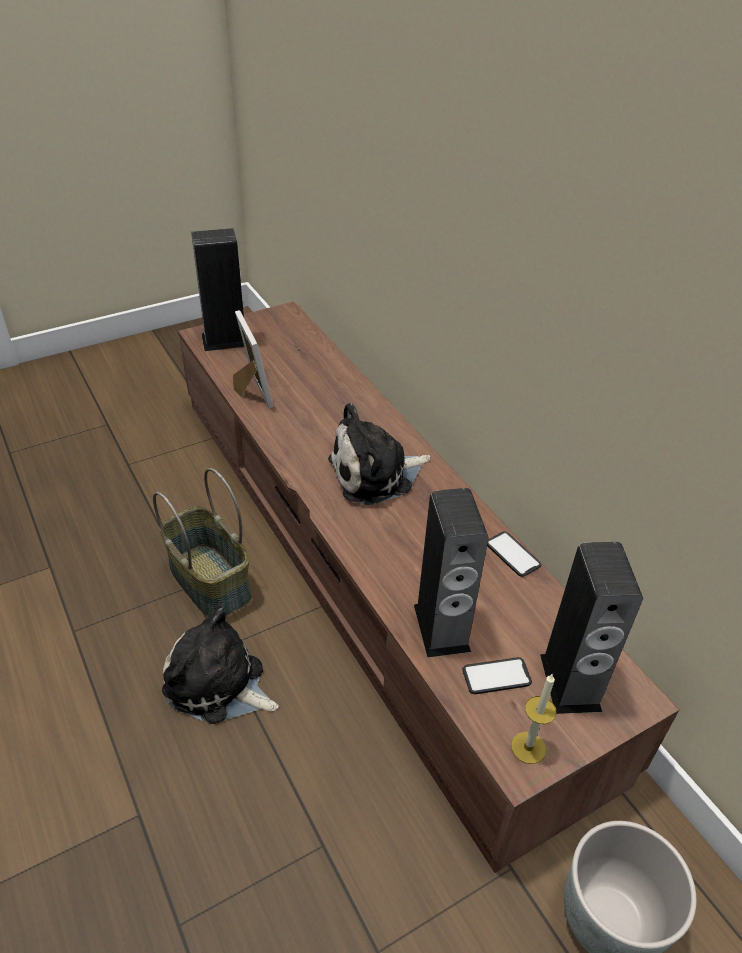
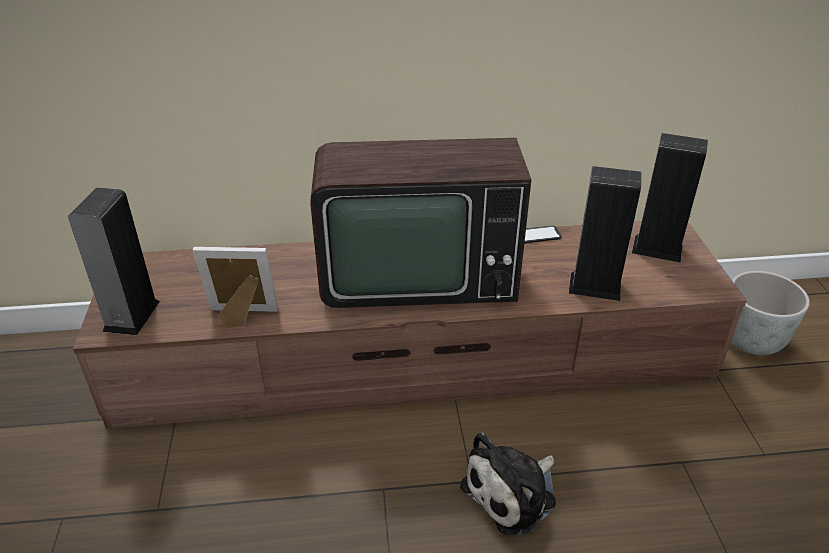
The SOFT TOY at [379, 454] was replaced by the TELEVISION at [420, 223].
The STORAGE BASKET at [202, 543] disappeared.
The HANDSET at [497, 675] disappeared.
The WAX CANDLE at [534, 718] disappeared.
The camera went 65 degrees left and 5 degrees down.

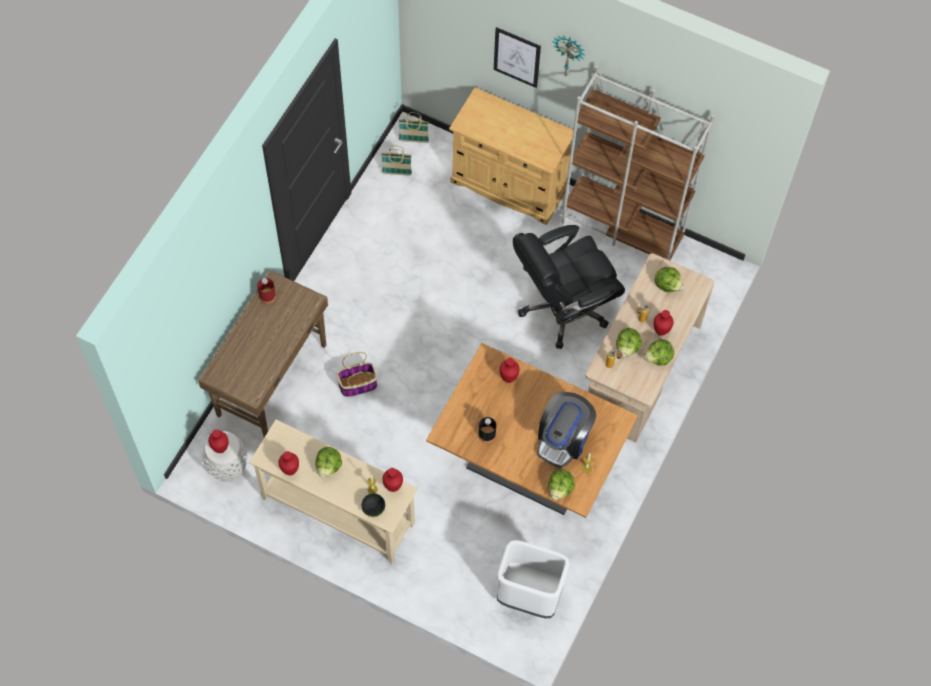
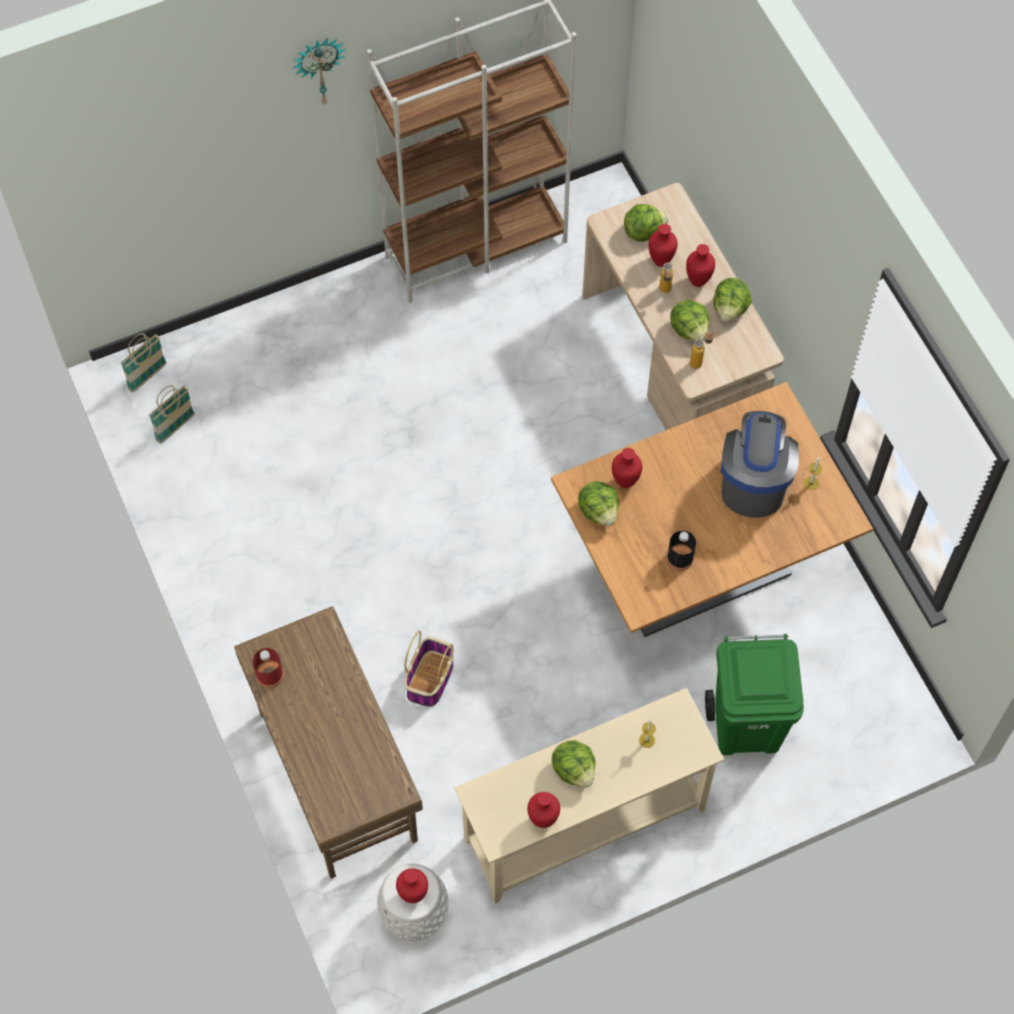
The WALL ART at [517, 57] disappeared.
The SAND-COLOURED STORAGE CABINET at [513, 156] disappeared.
The BLACK-COLOURED COMPUTER CHAIR at [569, 287] disappeared.
The COFFEE BREWER at [566, 430] turned 150 degrees counterclockwise.
The RED VASE moved from [393, 480] to [663, 245].
The HEAD OF LETTUCE moved from [561, 484] to [598, 503].
The BLACK-COLOURED BOWL at [373, 505] disappeared.
The WHITE-COLOURED RUBBISH BIN at [533, 579] disappeared.
The GREEN RUBBISH BIN at [754, 694] appeared.
The camera went 50 degrees left and 0 degrees up.

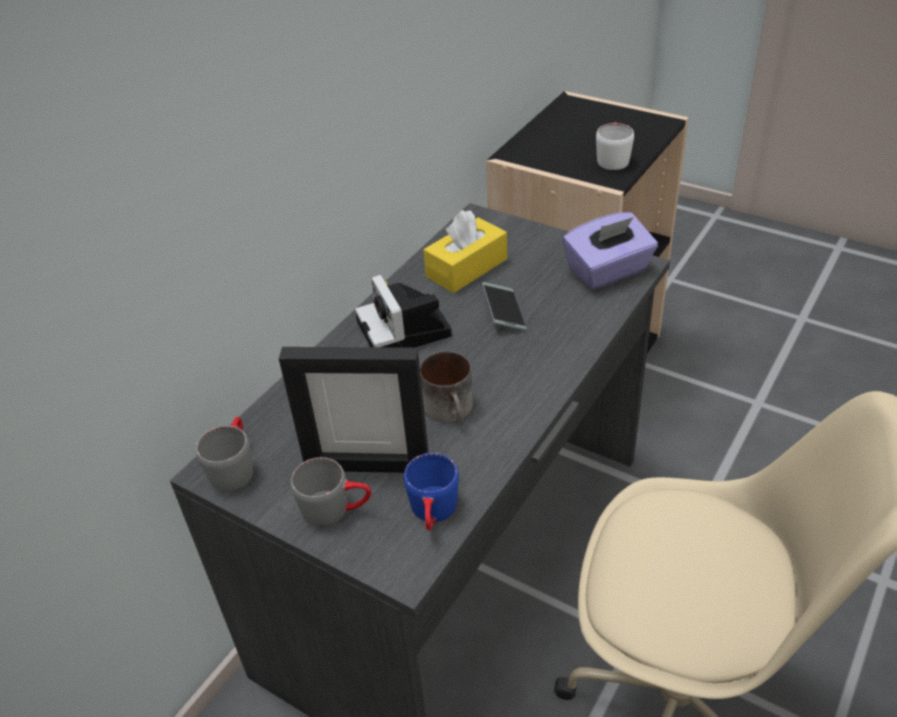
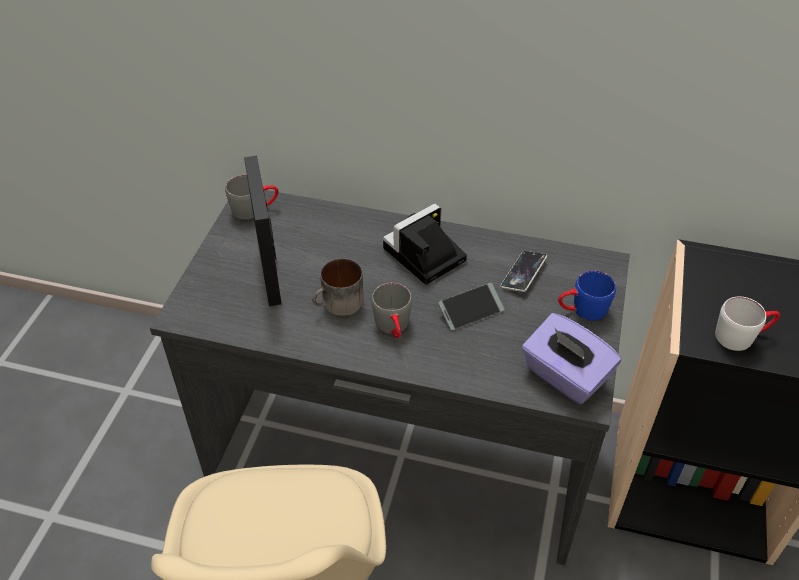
The YELLOW BOX OF TISSUES at [465, 251] was replaced by the HANDSET at [524, 271].
The BLUISH TEA MUG moved from [431, 492] to [587, 295].
The GRAY TEA MUG moved from [331, 491] to [391, 311].
The camera went 70 degrees right and 5 degrees up.

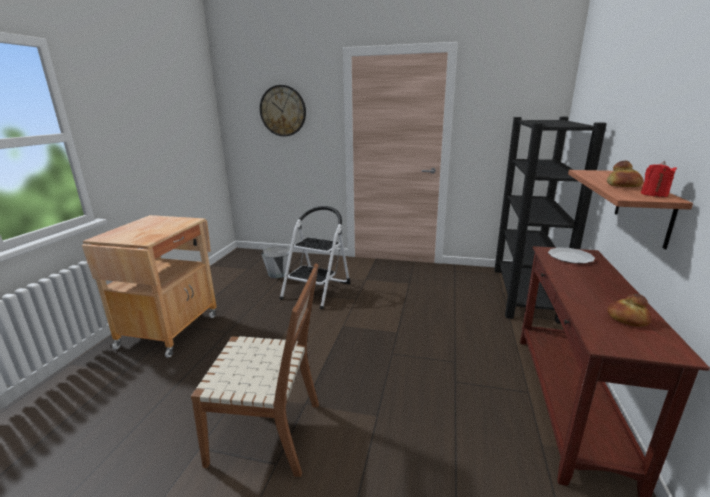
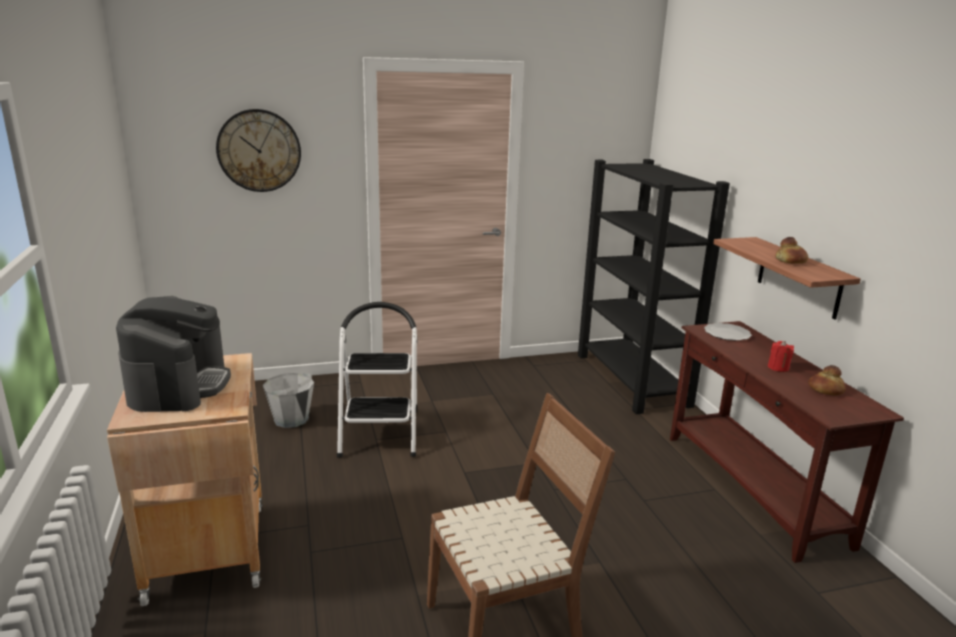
The RED WAX CANDLE moved from [659, 179] to [781, 356].
The COFFEE BREWER at [173, 354] appeared.
The camera went 30 degrees left and 0 degrees up.

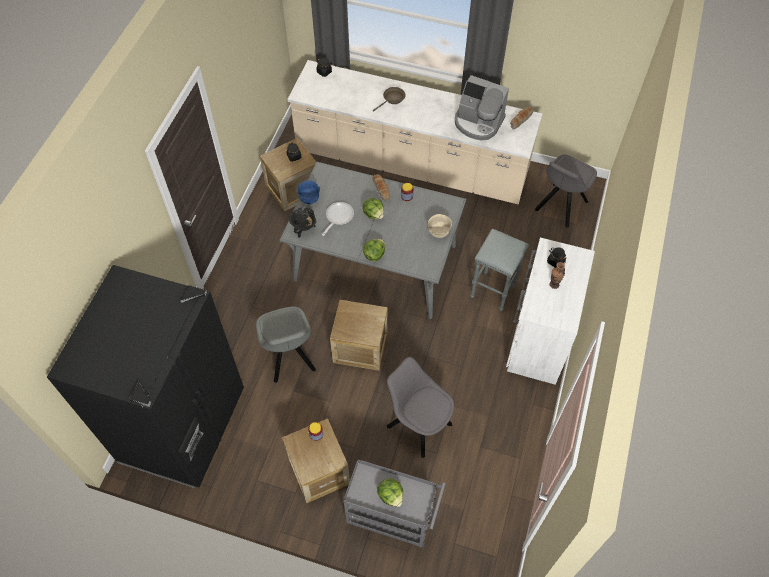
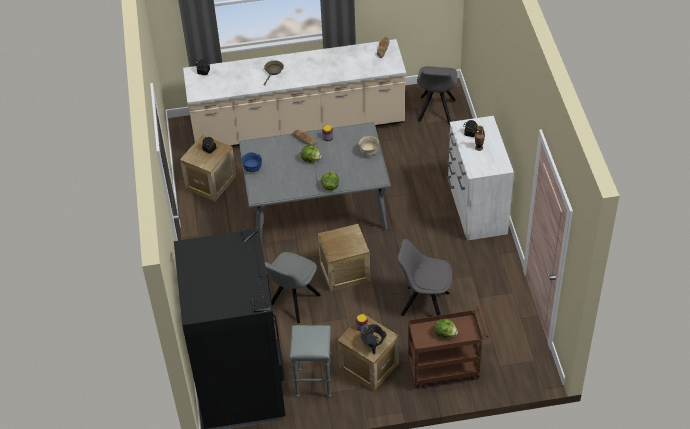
The COFFEE BREWER at [482, 108] disappeared.
The PAN at [338, 219] disappeared.
The BLACK-COLOURED COOKING POT moved from [303, 222] to [374, 339].
The GRAY SITTING STOOL moved from [499, 270] to [311, 361].
The GRAY PLAIN CHAIR at [286, 344] turned 75 degrees clockwise.
The GRAY TROLLEY at [394, 503] became the BROWN-COLOURED TROLLEY at [448, 347].
The camera went 25 degrees left and 10 degrees down.

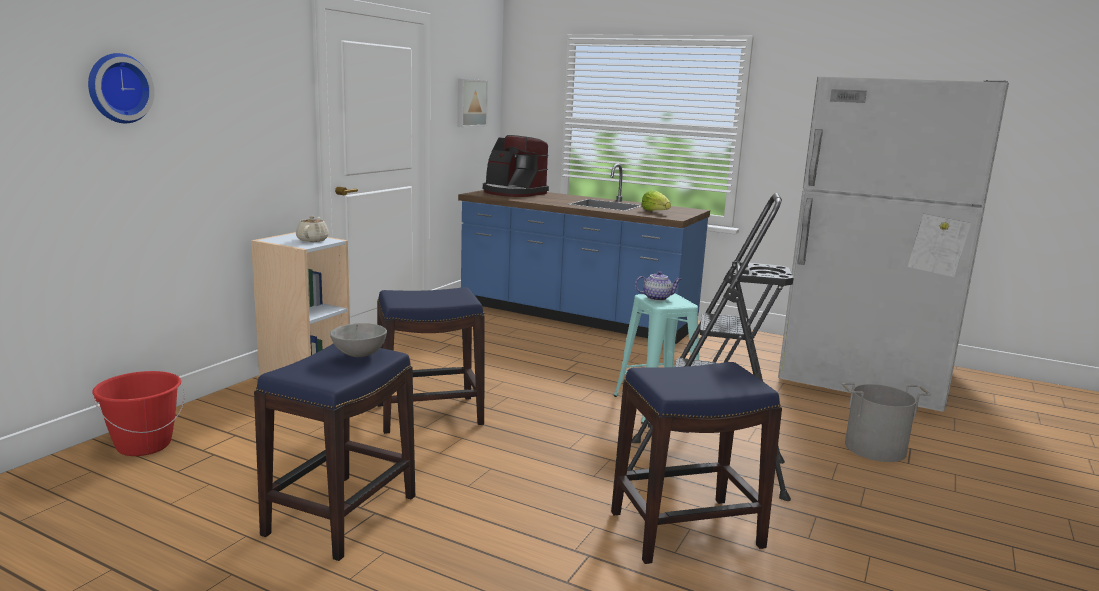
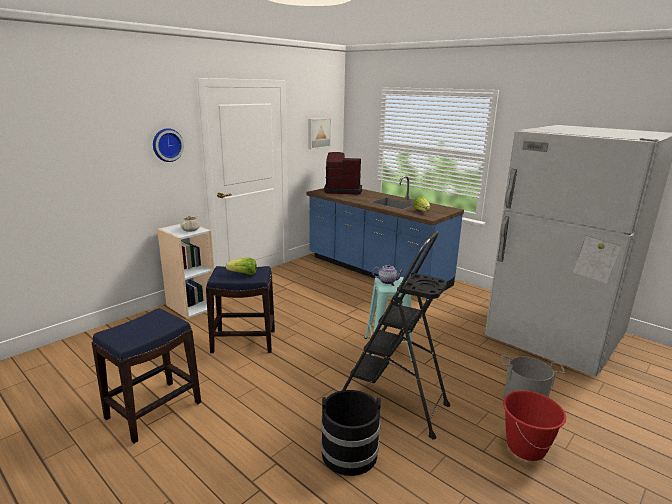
The HANGING CLOCK moved from [121, 88] to [168, 145].
The COFFEE BREWER at [516, 166] turned 135 degrees clockwise.
The GRAY BOWL at [358, 340] disappeared.
The SITTING STOOL at [696, 463] was replaced by the BLACK-COLOURED BUCKET at [351, 433].
The RED BUCKET moved from [138, 413] to [534, 425].
The HEAD OF LETTUCE at [241, 266] appeared.
The camera went 15 degrees right and 5 degrees up.

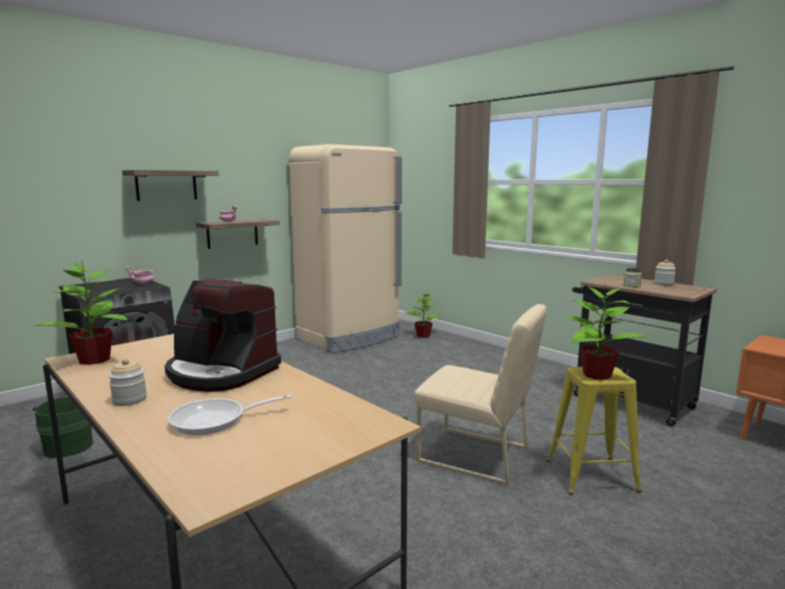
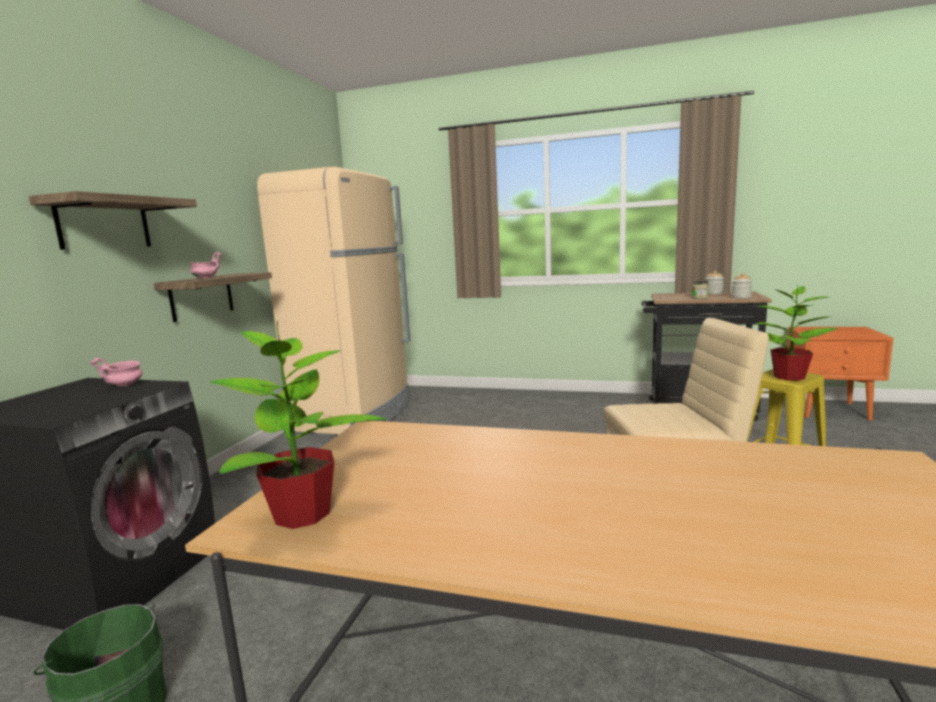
The COFFEE BREWER at [223, 335] disappeared.
The PLANT IN A POT at [423, 315] disappeared.
The STORAGE JAR moved from [127, 382] to [741, 286].
The PAN at [230, 415] disappeared.
The camera went 30 degrees left and 0 degrees up.

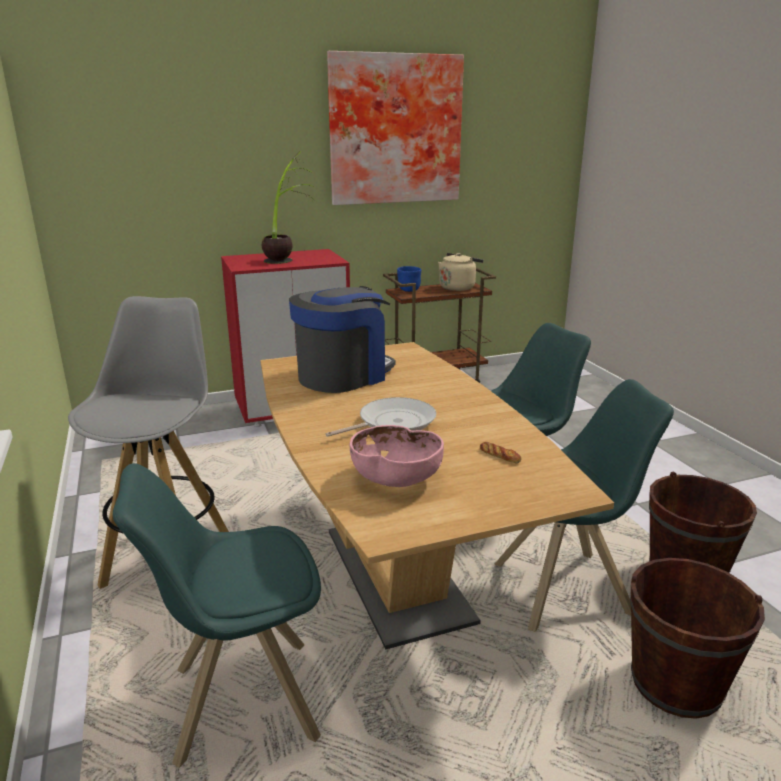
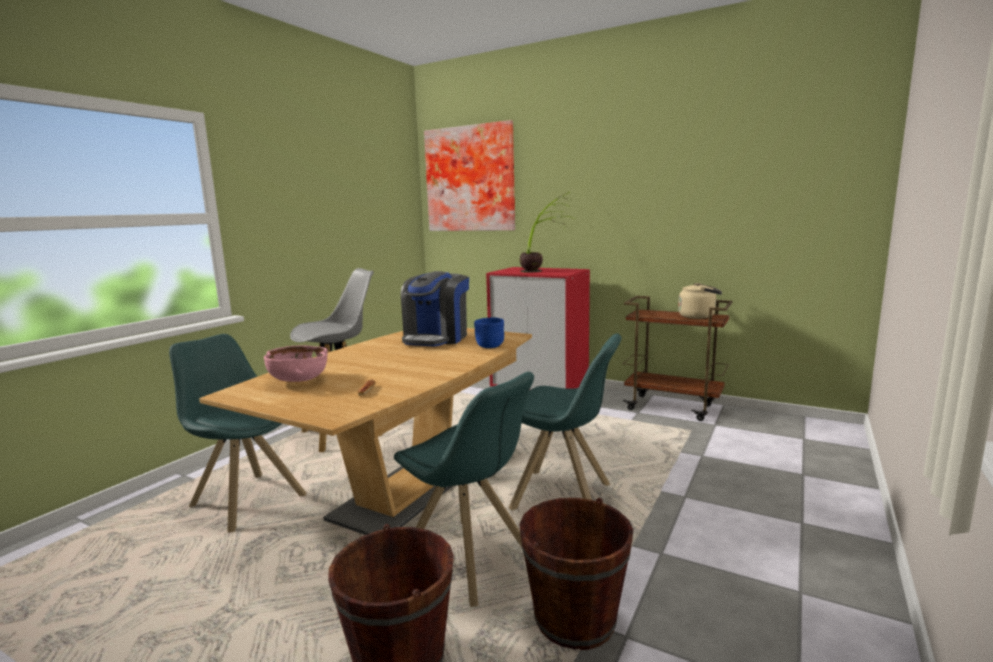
The WALL ART moved from [395, 128] to [469, 175].
The BLUISH BOWL moved from [409, 279] to [489, 332].
The COFFEE BREWER at [342, 339] turned 105 degrees clockwise.
The PAN at [381, 417] disappeared.
The camera went 50 degrees right and 10 degrees down.

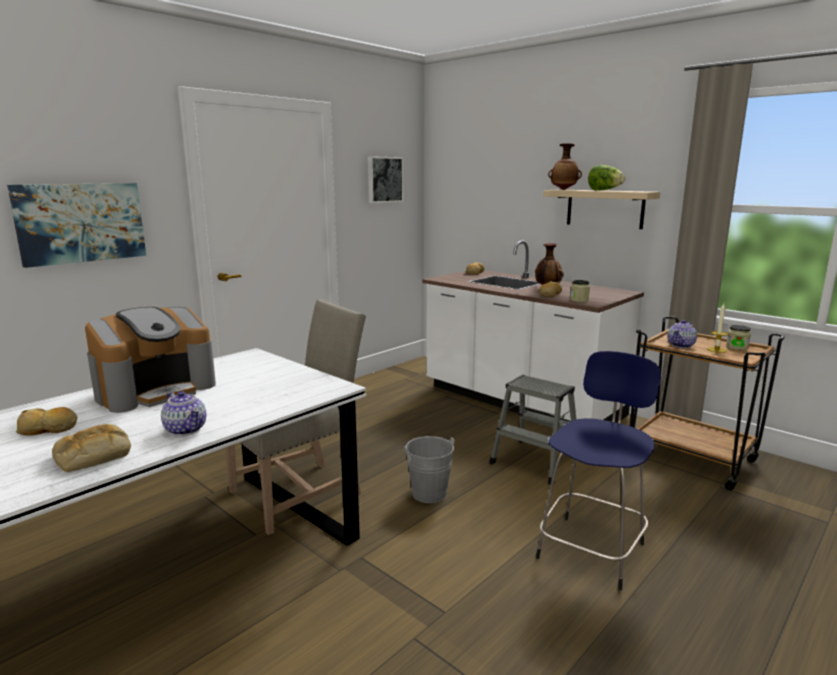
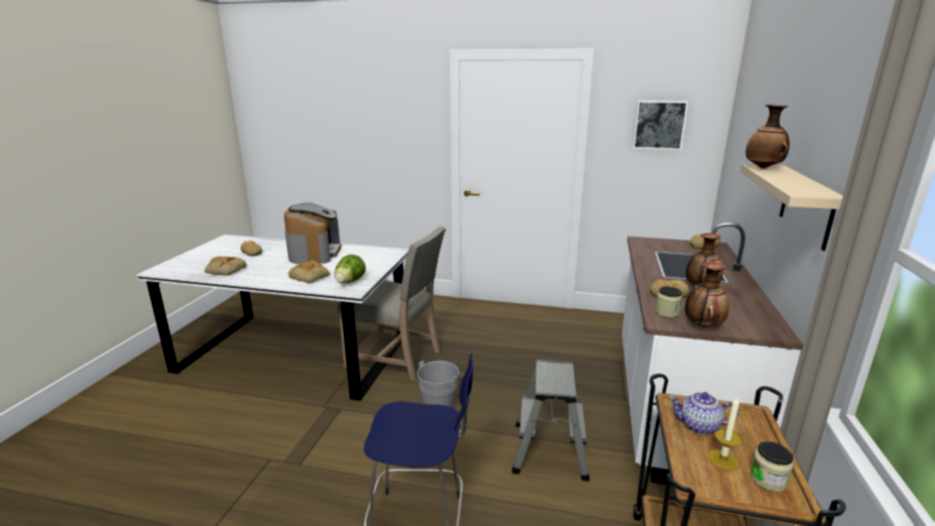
The HEAD OF LETTUCE moved from [606, 178] to [350, 268].
The WALL ART at [76, 225] disappeared.
The COFFEE BREWER at [150, 360] turned 105 degrees counterclockwise.
The TEA POT at [183, 413] disappeared.
The BREAD at [309, 271] appeared.
The VASE at [707, 294] appeared.
The camera went 60 degrees right and 5 degrees up.

